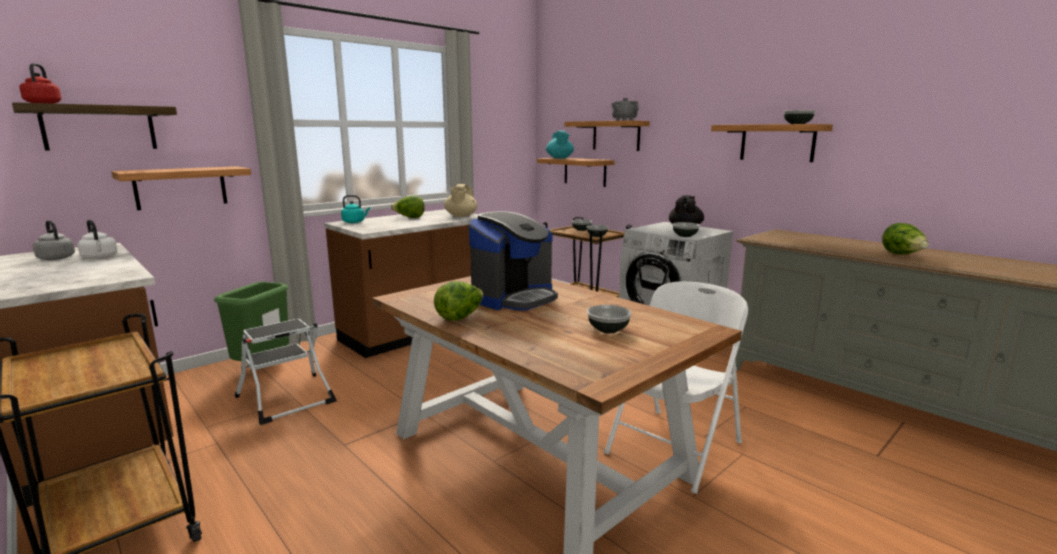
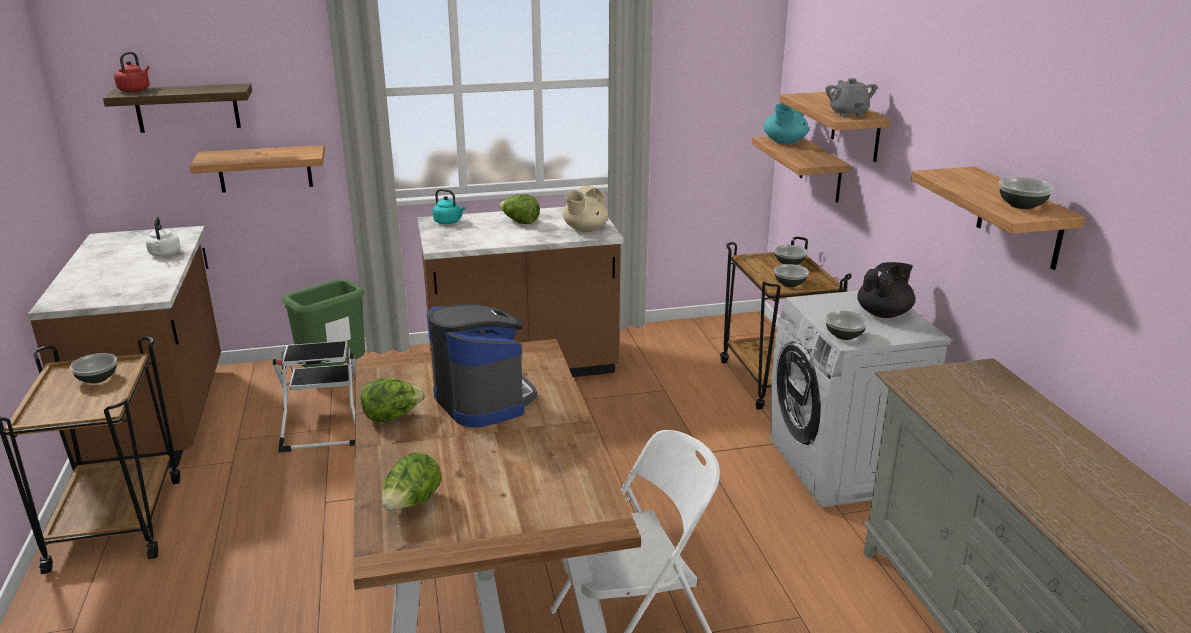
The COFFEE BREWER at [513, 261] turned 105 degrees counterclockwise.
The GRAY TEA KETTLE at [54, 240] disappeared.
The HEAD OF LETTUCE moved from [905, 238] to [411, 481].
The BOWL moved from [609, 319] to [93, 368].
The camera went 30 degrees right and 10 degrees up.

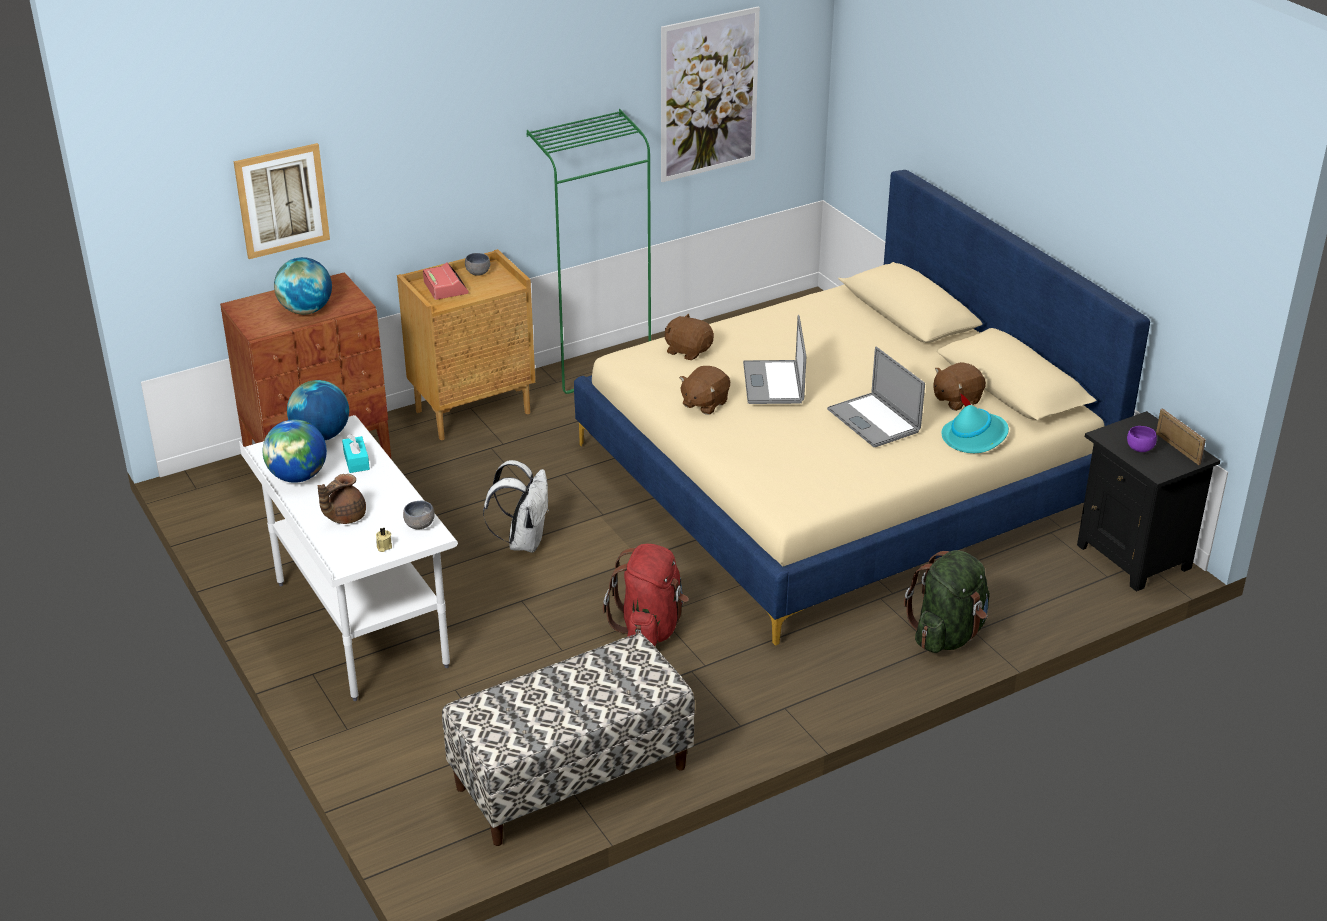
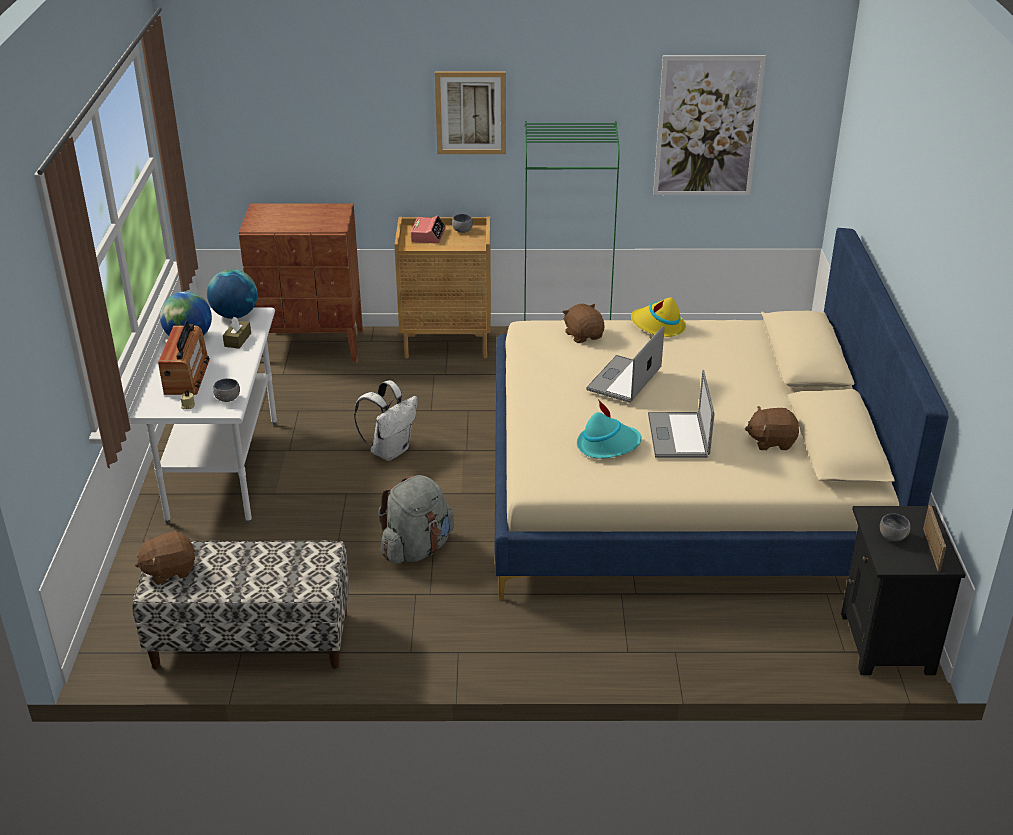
The WALL ART moved from [282, 201] to [470, 112].
The GLOBE at [303, 286] disappeared.
The BROWN-COLOURED SOFT TOY moved from [704, 390] to [165, 558].
The TURQUOISE-COLOURED CLOTHING HAT moved from [975, 422] to [609, 430].
The PURPLISH BOWL at [1142, 439] became the GRAY BOWL at [895, 527].
The TURQUOISE-COLOURED BOX OF TISSUES at [356, 453] became the BROWN-COLOURED BOX OF TISSUES at [237, 333].
The BROWN-COLOURED TEA POT at [342, 499] was replaced by the RADIO SET at [184, 357].
The RED RUCKSACK at [646, 595] became the GRAY RUCKSACK at [416, 519].
The GREEN RUCKSACK at [947, 601] disappeared.
The YELLOW CLOTHING HAT at [658, 317] appeared.
The camera went 30 degrees right and 0 degrees up.

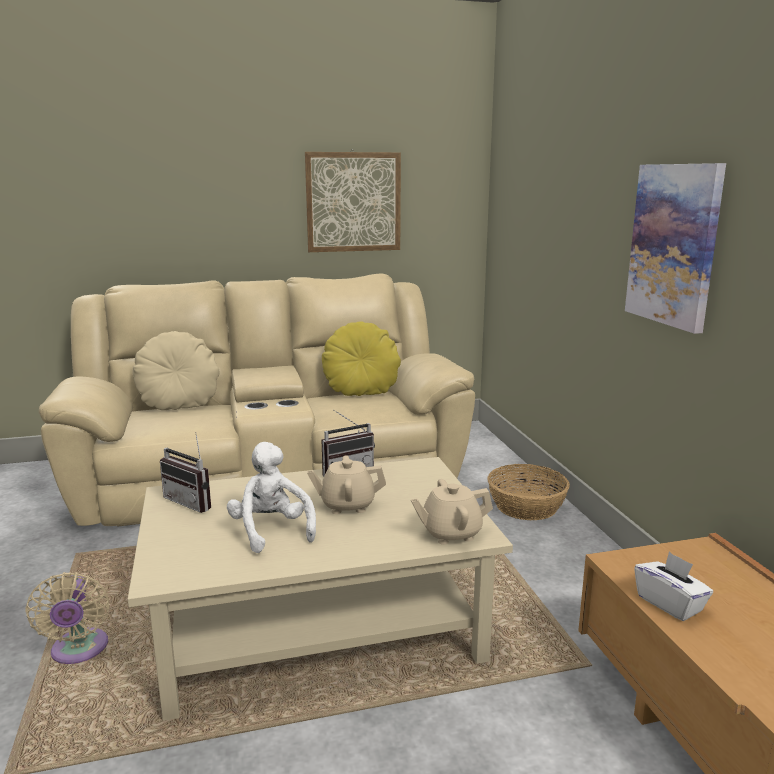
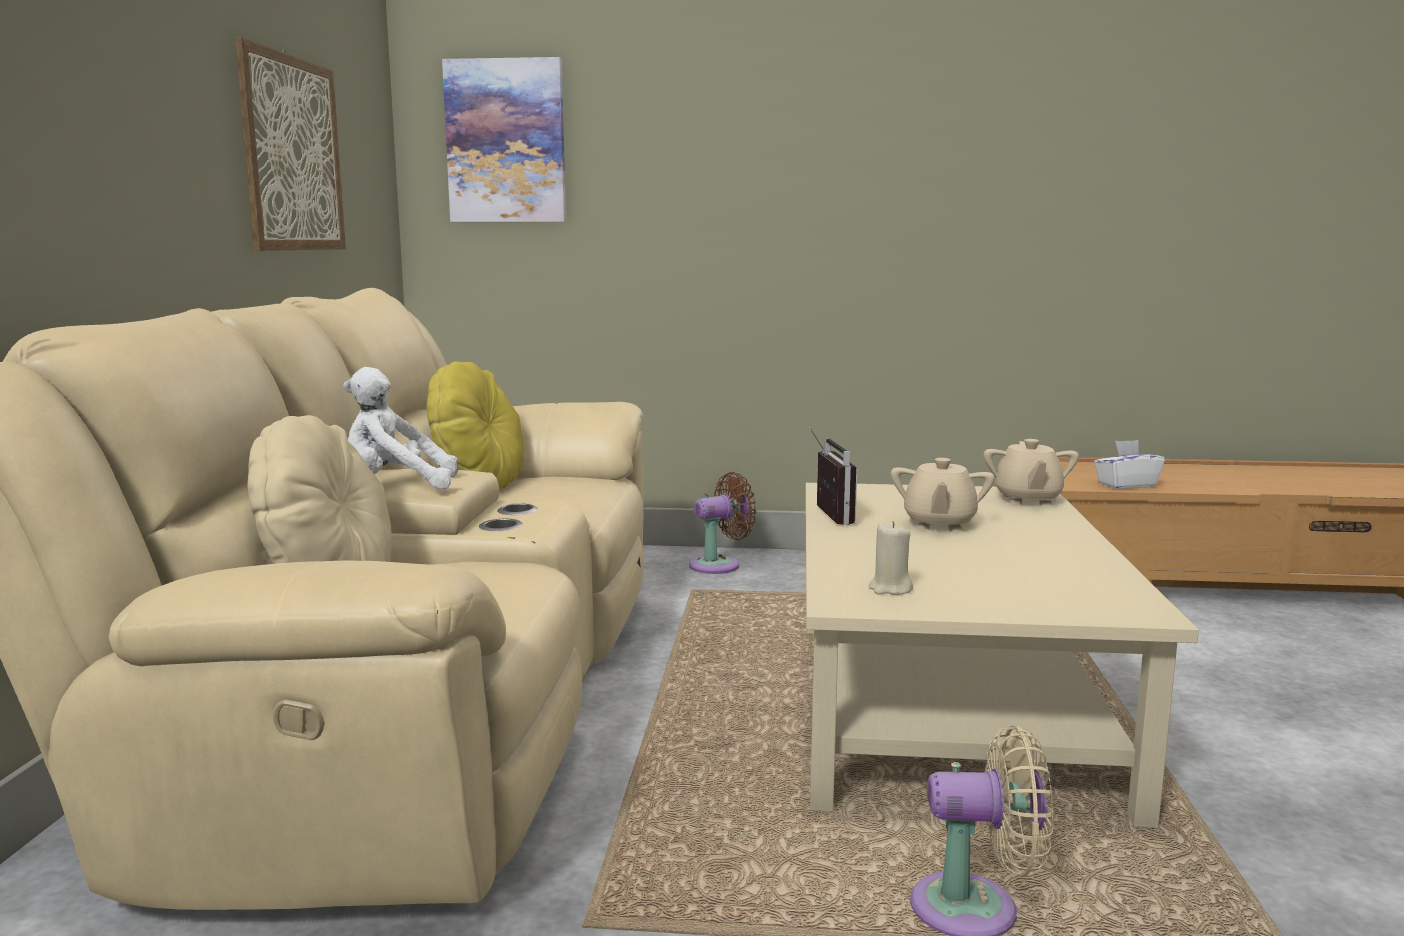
The WALL ART moved from [675, 248] to [504, 139].
The RADIO SET at [185, 472] was replaced by the SAND-COLOURED WAX CANDLE at [891, 558].
The WHITE-COLOURED SOFT TOY moved from [271, 497] to [401, 428].
The STORAGE BASKET at [528, 492] was replaced by the BROWN-COLOURED FAN at [722, 523].
The camera went 70 degrees left and 5 degrees down.

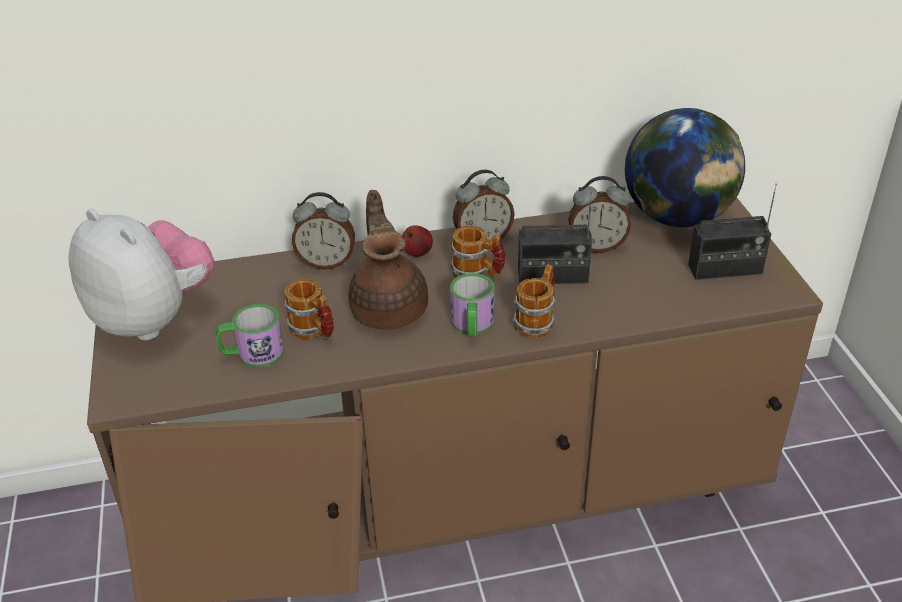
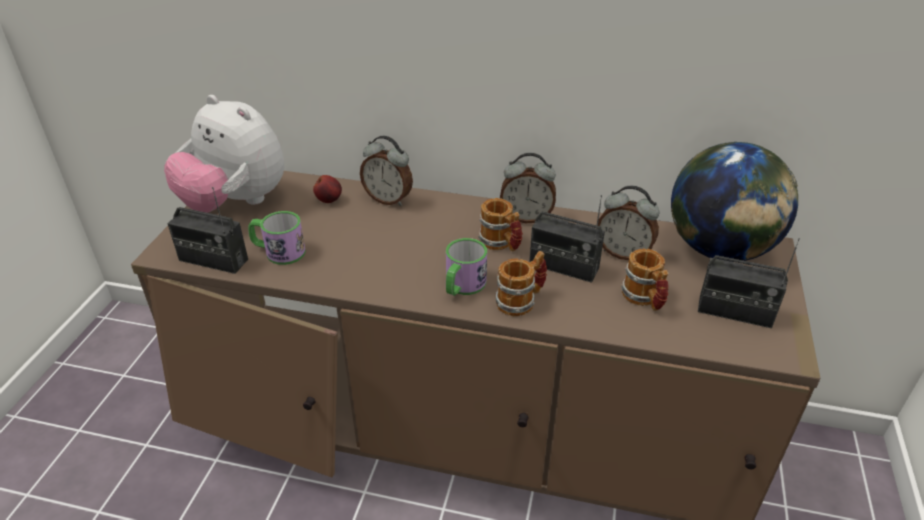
The BROWN-COLOURED TEA POT at [388, 260] disappeared.
The SOFT TOY at [141, 274] turned 150 degrees clockwise.
The WHOLE APPLE moved from [417, 241] to [327, 189].
The TEA MUG moved from [309, 309] to [645, 280].
The RADIO SET at [207, 230] appeared.
The camera went 25 degrees right and 0 degrees up.

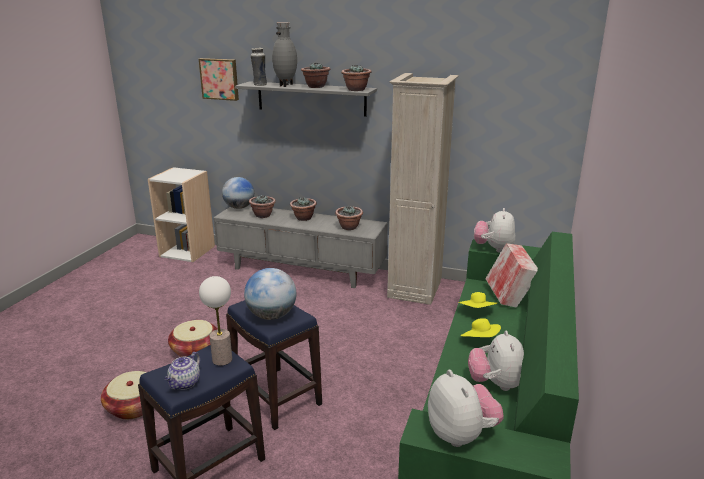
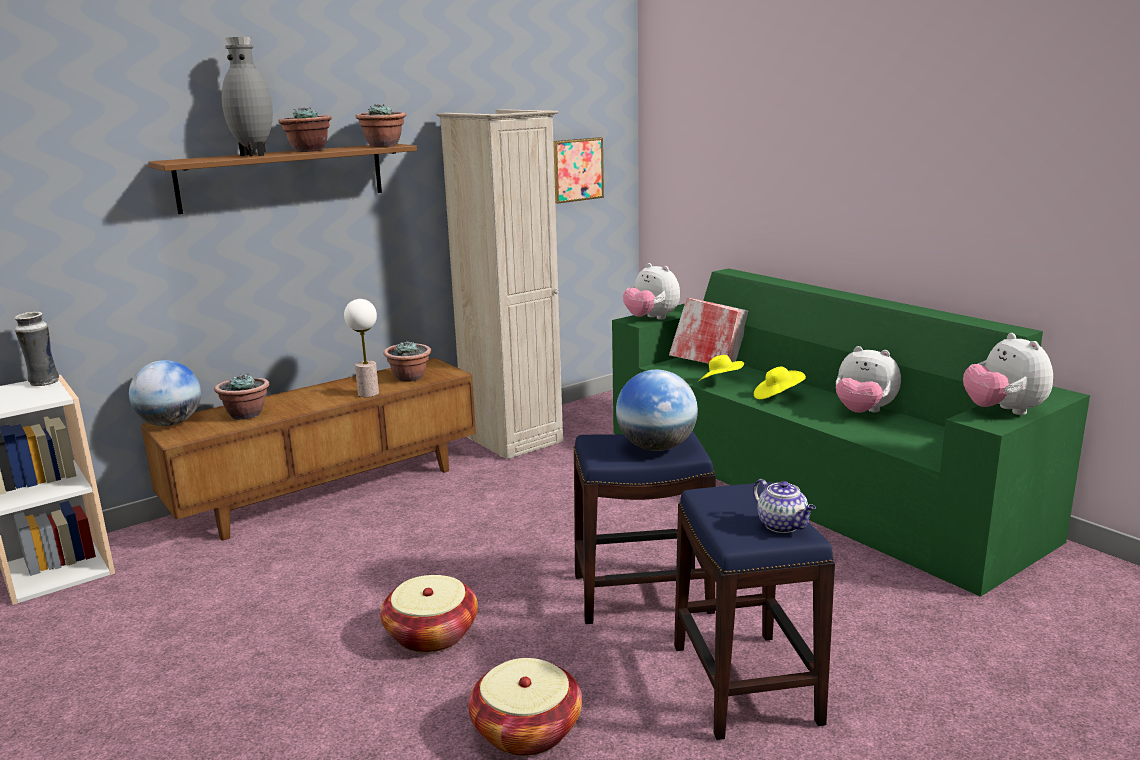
The VASE moved from [259, 67] to [37, 349].
The WALL ART moved from [219, 79] to [578, 170].
The GRAY SHELF at [306, 99] became the BROWN-COLOURED SHELF at [282, 179].
The PLANT IN A POT at [303, 209] disappeared.
The GRAY MEDIA CONSOLE at [301, 246] became the BROWN-COLOURED MEDIA CONSOLE at [308, 449].
The LAMP FOR A TABLE moved from [215, 321] to [361, 348].
The SOFT TOY at [466, 408] turned 120 degrees counterclockwise.
The camera went 55 degrees left and 5 degrees down.

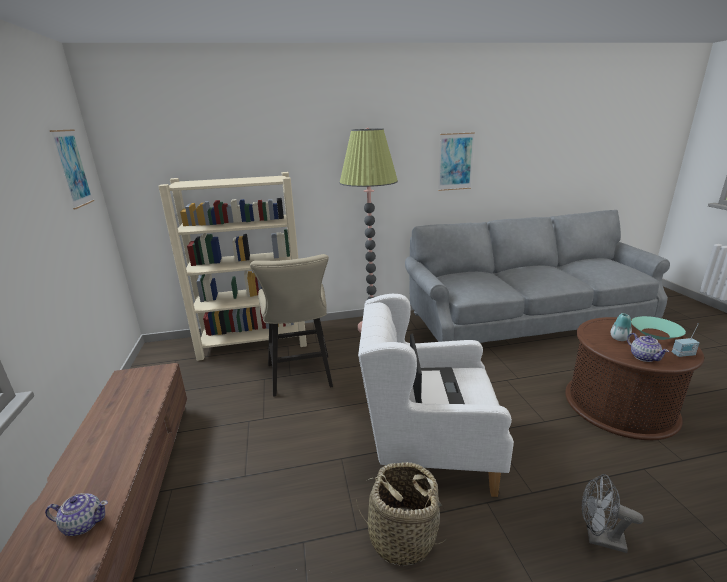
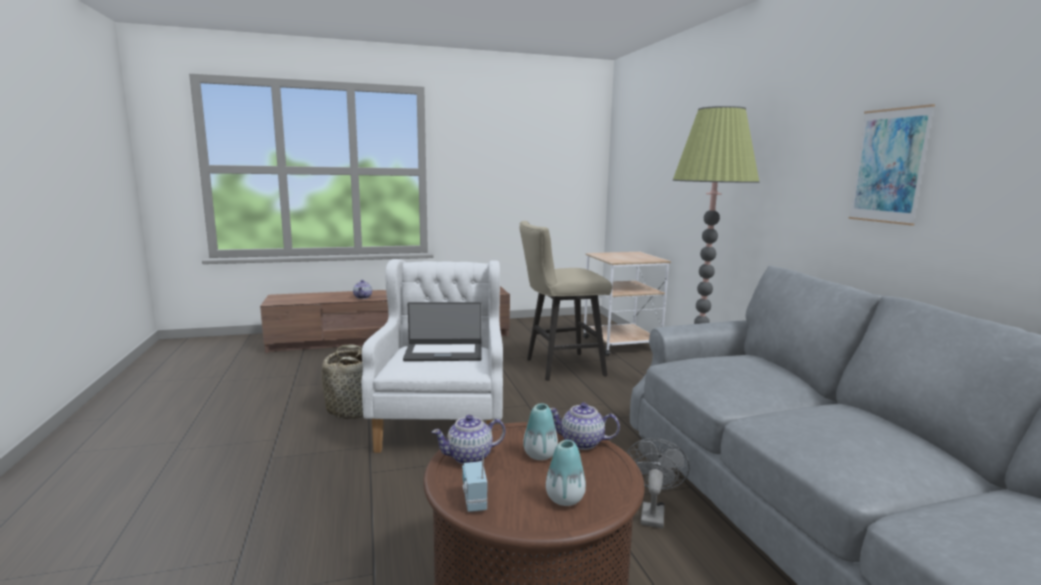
The WALL ART at [72, 169] disappeared.
The SAND-COLOURED BOOKCASE at [232, 266] was replaced by the SAND-COLOURED TROLLEY at [627, 304].
The TURQUOISE-COLOURED BOWL at [658, 328] was replaced by the VASE at [566, 473].
The GRAY FAN moved from [613, 513] to [658, 483].
The TEA POT at [585, 426] appeared.
The camera went 85 degrees right and 10 degrees down.

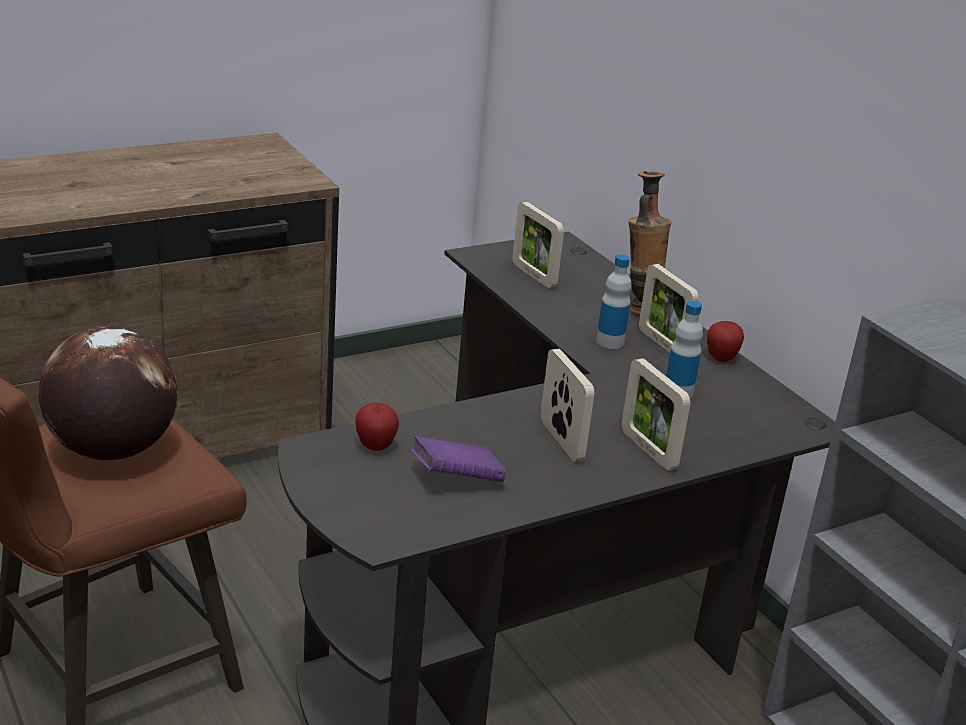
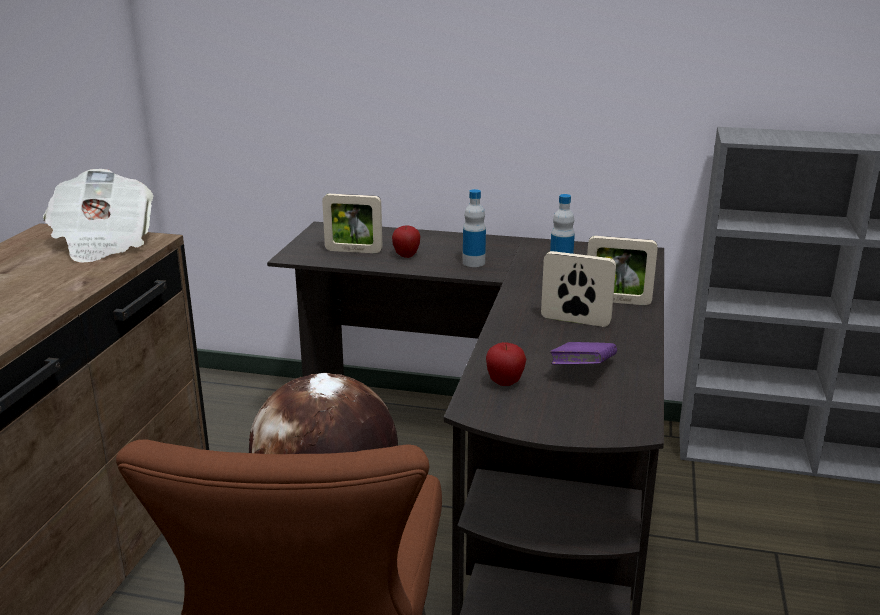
The VASE at [649, 243] disappeared.
The PICTURE FRAME at [669, 308] disappeared.
The WHOLE APPLE moved from [725, 341] to [406, 241].
The DAILY PAPER at [98, 216] appeared.
The camera went 45 degrees left and 5 degrees down.

